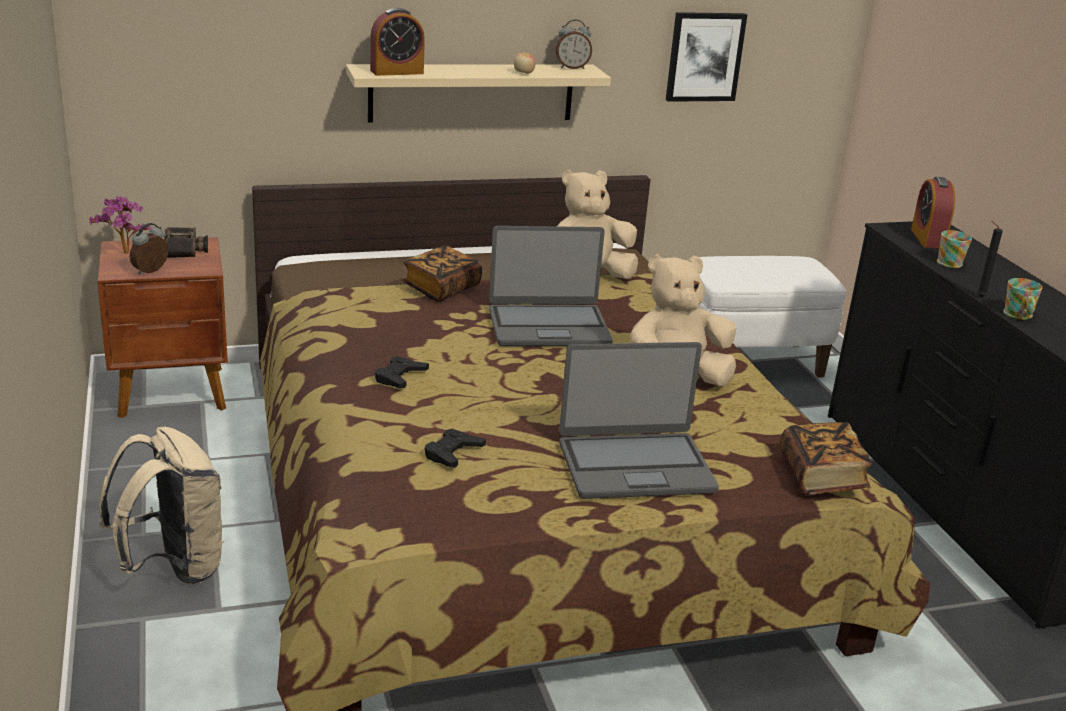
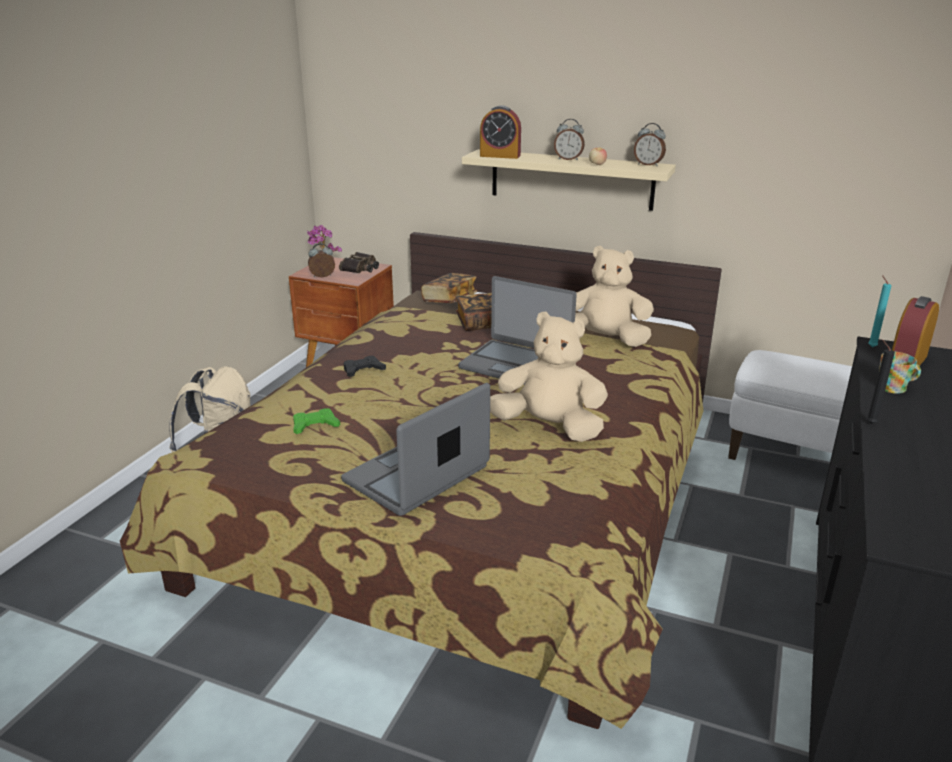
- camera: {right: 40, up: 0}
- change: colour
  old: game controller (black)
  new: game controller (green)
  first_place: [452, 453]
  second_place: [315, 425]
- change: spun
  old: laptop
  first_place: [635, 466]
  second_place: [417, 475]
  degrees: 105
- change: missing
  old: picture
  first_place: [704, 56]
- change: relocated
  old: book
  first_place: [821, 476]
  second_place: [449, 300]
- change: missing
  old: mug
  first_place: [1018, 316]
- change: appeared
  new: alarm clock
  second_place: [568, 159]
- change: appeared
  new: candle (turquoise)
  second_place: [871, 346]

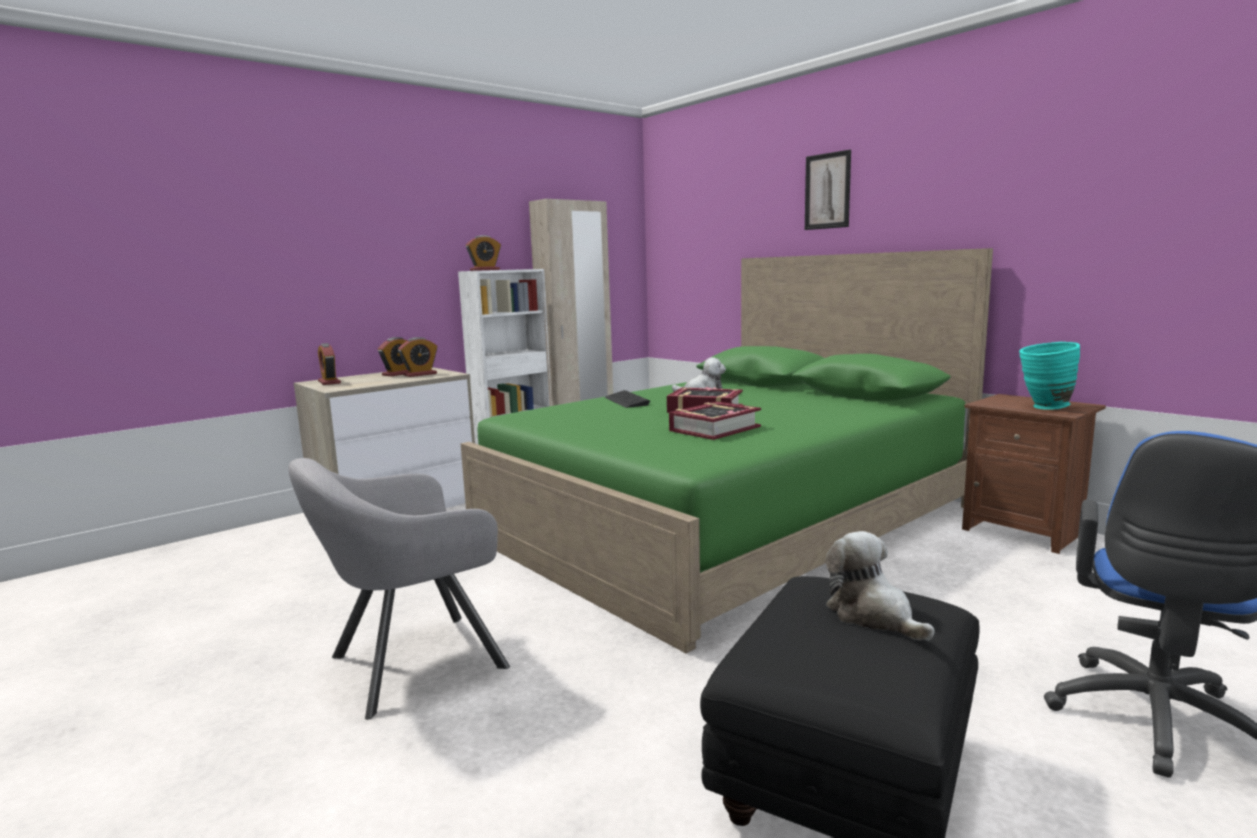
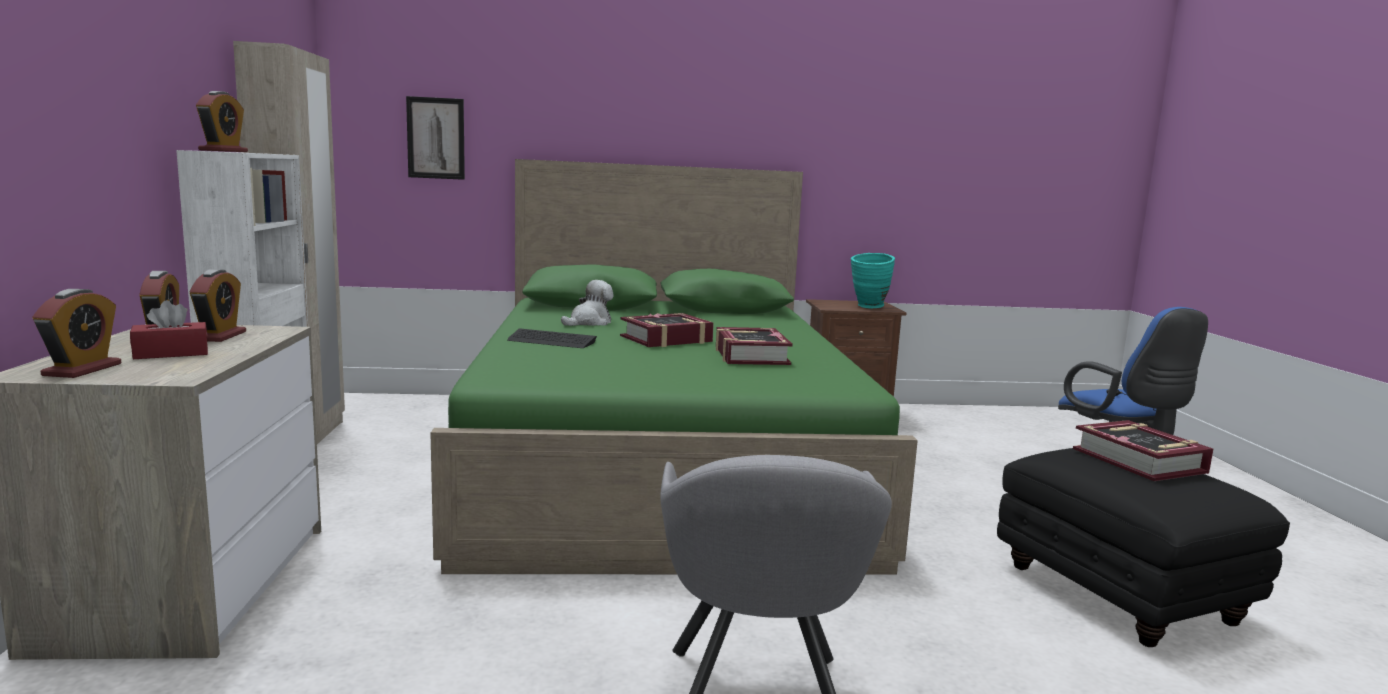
- camera: {right: -55, up: 0}
- change: spun
  old: alarm clock
  first_place: [329, 382]
  second_place: [82, 369]
  degrees: -90
- change: relocated
  old: picture
  first_place: [827, 191]
  second_place: [436, 138]
- change: exchanged
  old: plush toy
  new: book
  first_place: [873, 615]
  second_place: [1139, 461]
- change: appeared
  new: tissue box (red)
  second_place: [171, 353]

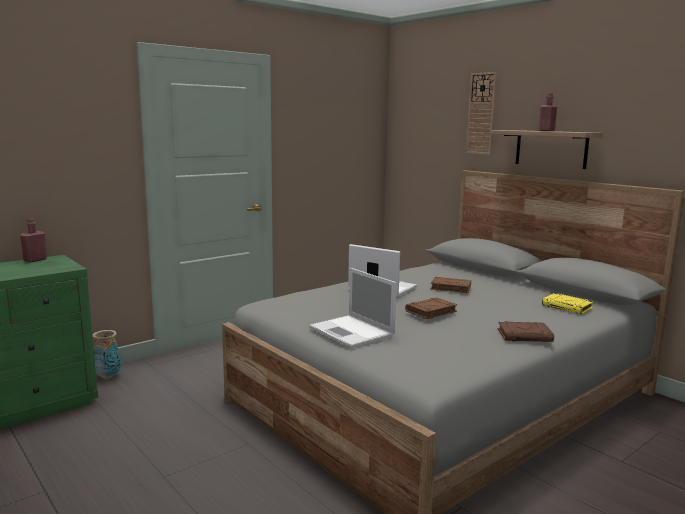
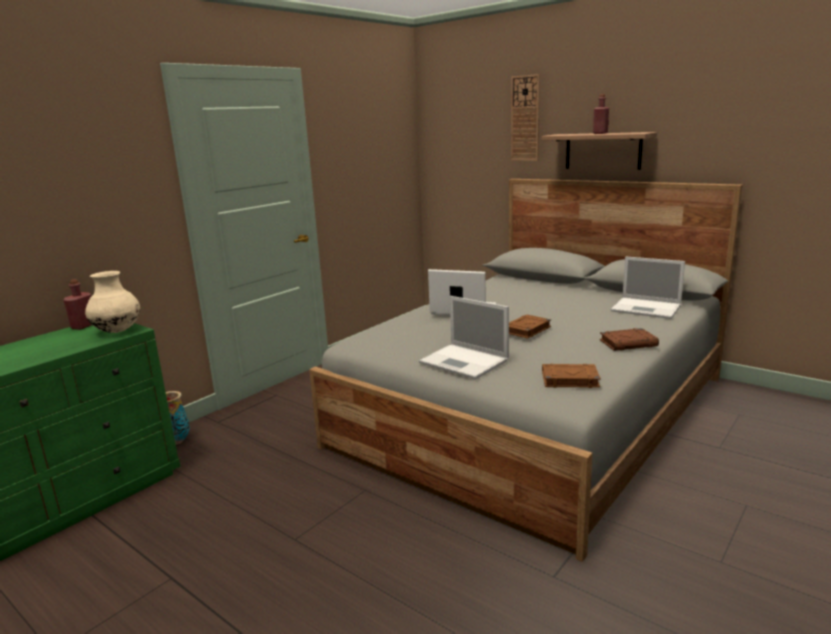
- camera: {right: -10, up: 5}
- change: relocated
  old: book (brown)
  first_place: [450, 288]
  second_place: [569, 380]
- change: exchanged
  old: book (yellow)
  new: laptop
  first_place: [567, 307]
  second_place: [647, 308]
- change: appeared
  new: vase (beige)
  second_place: [118, 331]

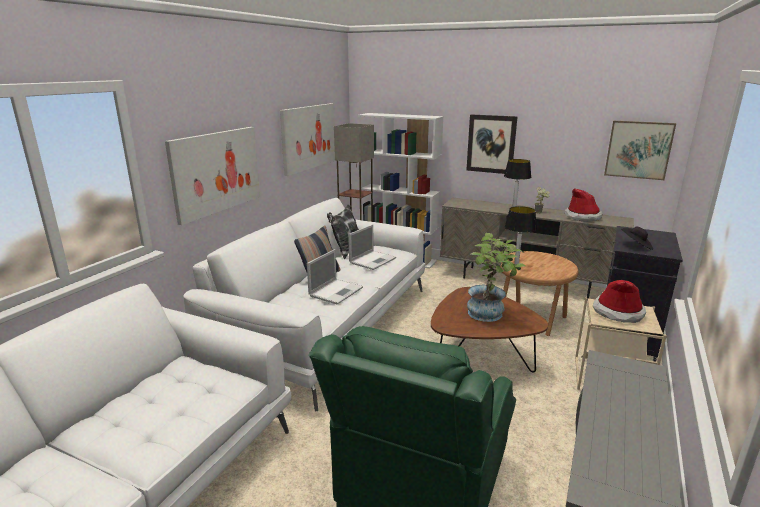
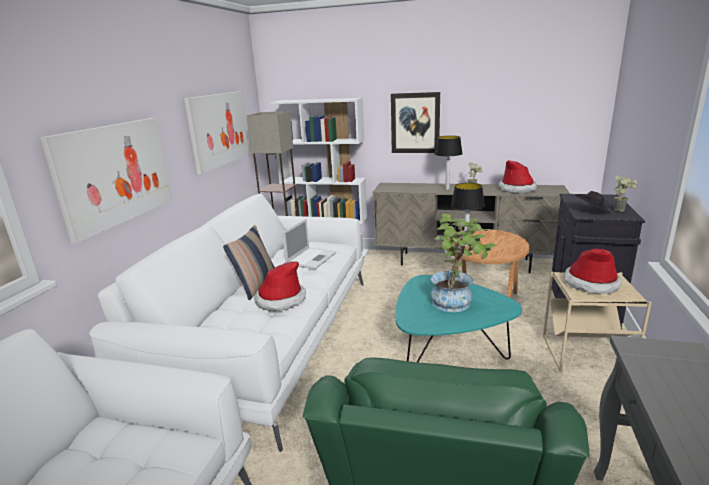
- camera: {right: -10, up: 0}
- change: exchanged
  old: laptop
  new: hat
  first_place: [336, 291]
  second_place: [280, 300]
- change: missing
  old: pillow
  first_place: [346, 251]
- change: colour
  old: coffee table (brown)
  new: coffee table (turquoise)
  first_place: [479, 359]
  second_place: [447, 352]
- change: missing
  old: picture
  first_place: [638, 149]
- change: appeared
  new: potted plant
  second_place: [621, 210]

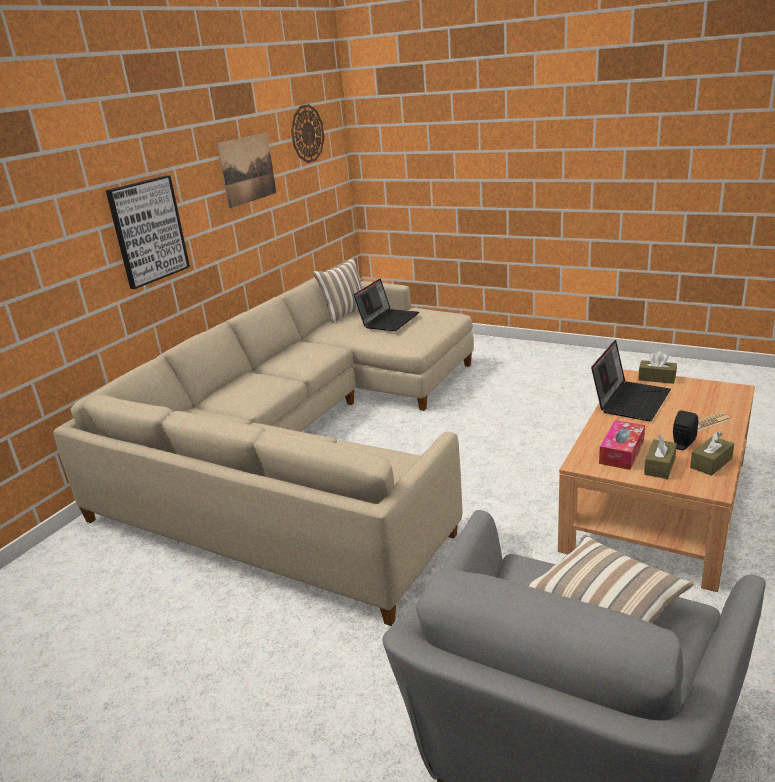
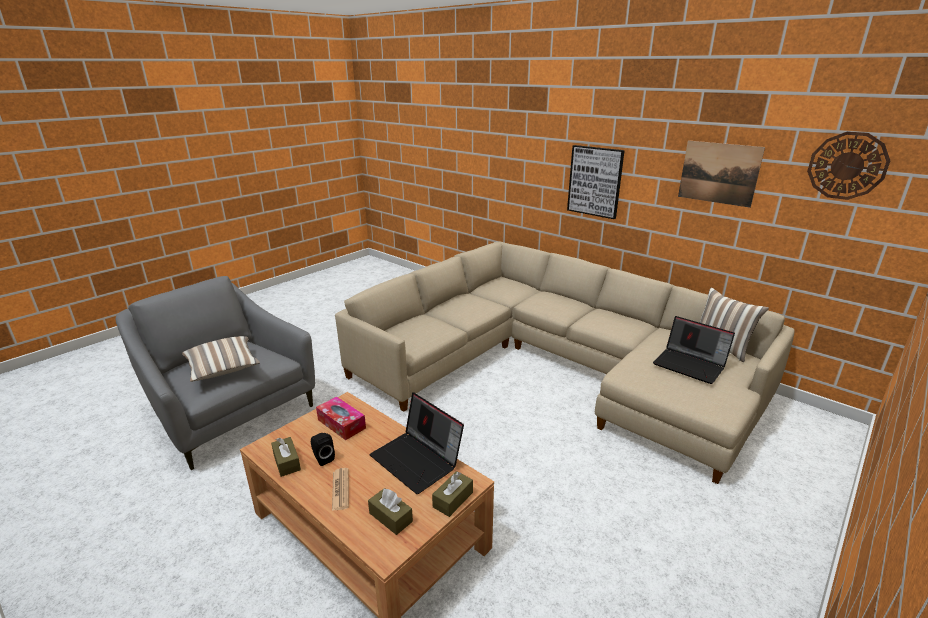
- camera: {right: 100, up: 0}
- change: relocated
  old: tissue box (brown)
  first_place: [659, 466]
  second_place: [390, 517]

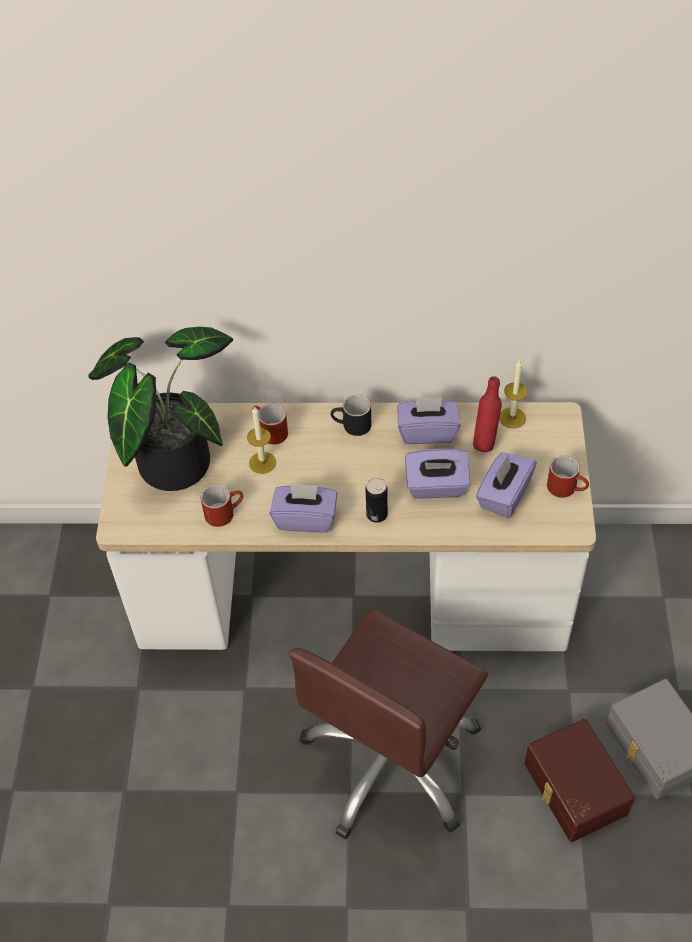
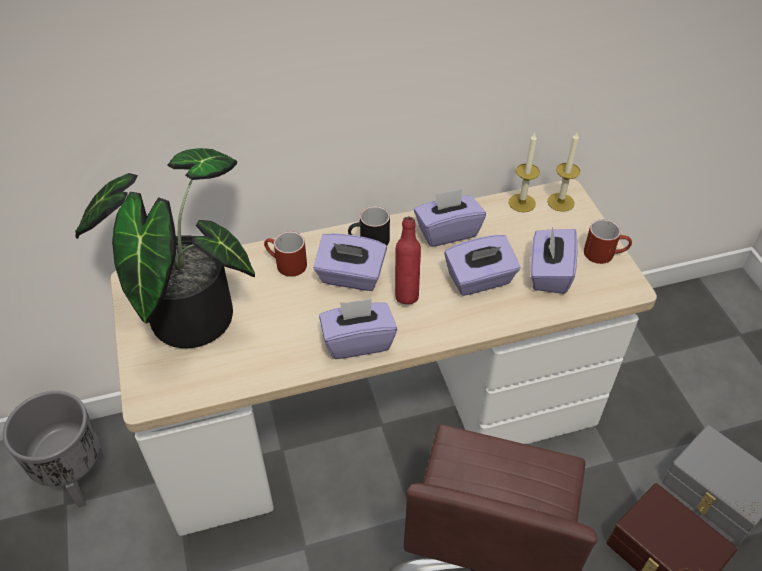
- camera: {right: -20, up: -5}
- change: missing
  old: mug (red)
  first_place: [224, 512]
- change: relocated
  old: candle
  first_place: [262, 462]
  second_place: [560, 202]
- change: missing
  old: can
  first_place: [377, 514]
- change: relocated
  old: bottle (red)
  first_place: [485, 441]
  second_place: [406, 292]
- change: appeared
  new: planter (grey)
  second_place: [76, 478]
- change: appeared
  new: tissue box (purple)
  second_place: [350, 277]

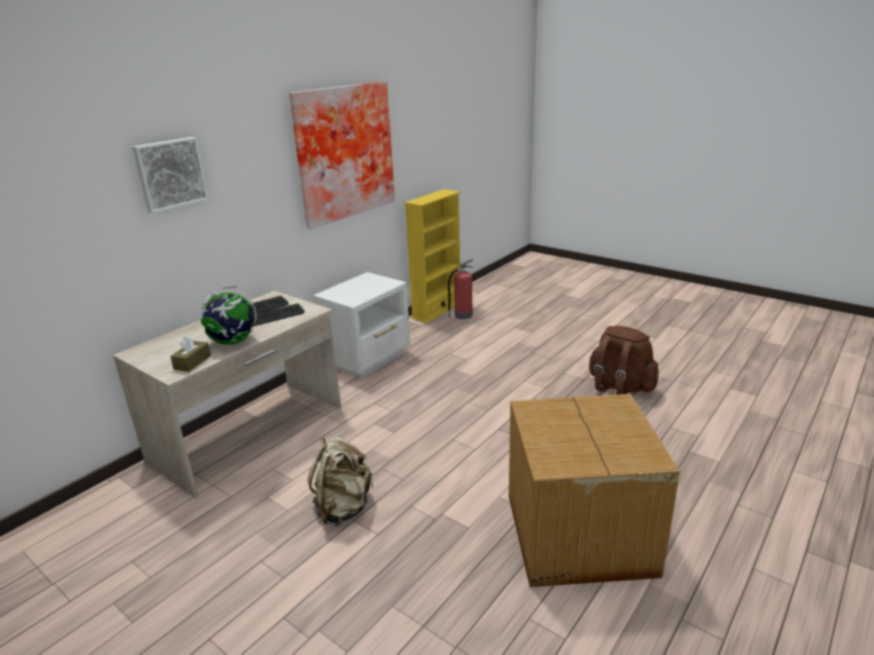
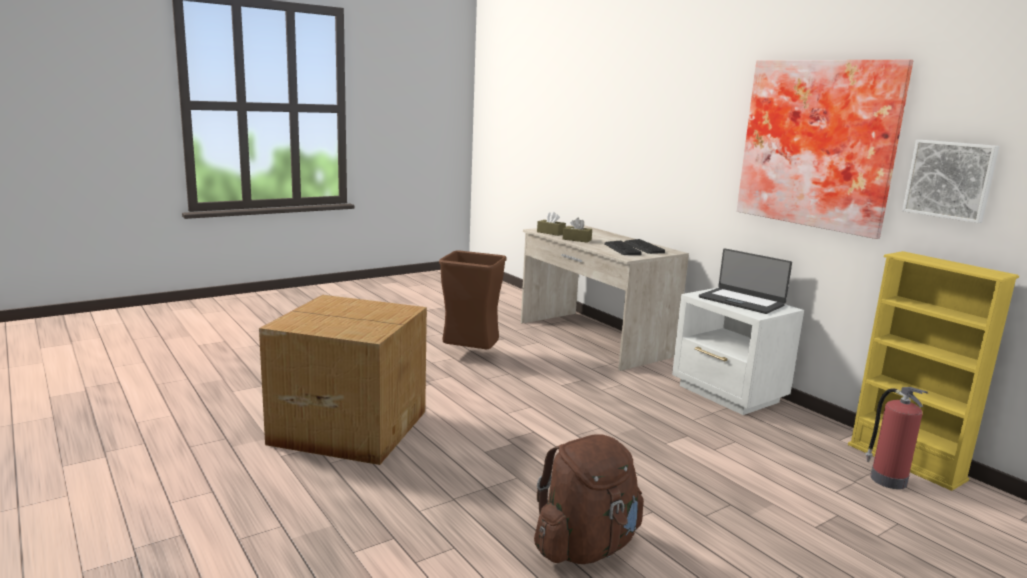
- camera: {right: 105, up: -10}
- change: relocated
  old: picture
  first_place: [170, 174]
  second_place: [950, 180]
- change: exchanged
  old: globe
  new: tissue box (brown)
  first_place: [233, 342]
  second_place: [577, 239]
- change: exchanged
  old: backpack (beige)
  new: trash can (brown)
  first_place: [343, 507]
  second_place: [471, 356]
- change: appeared
  new: laptop
  second_place: [742, 301]

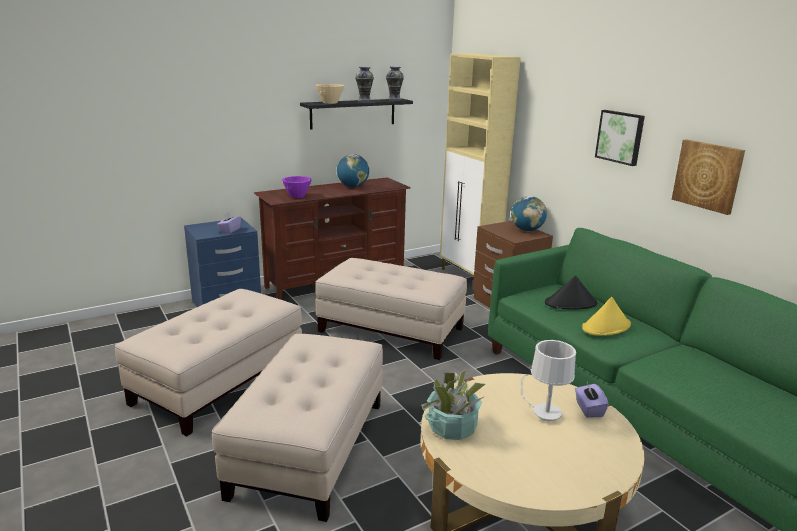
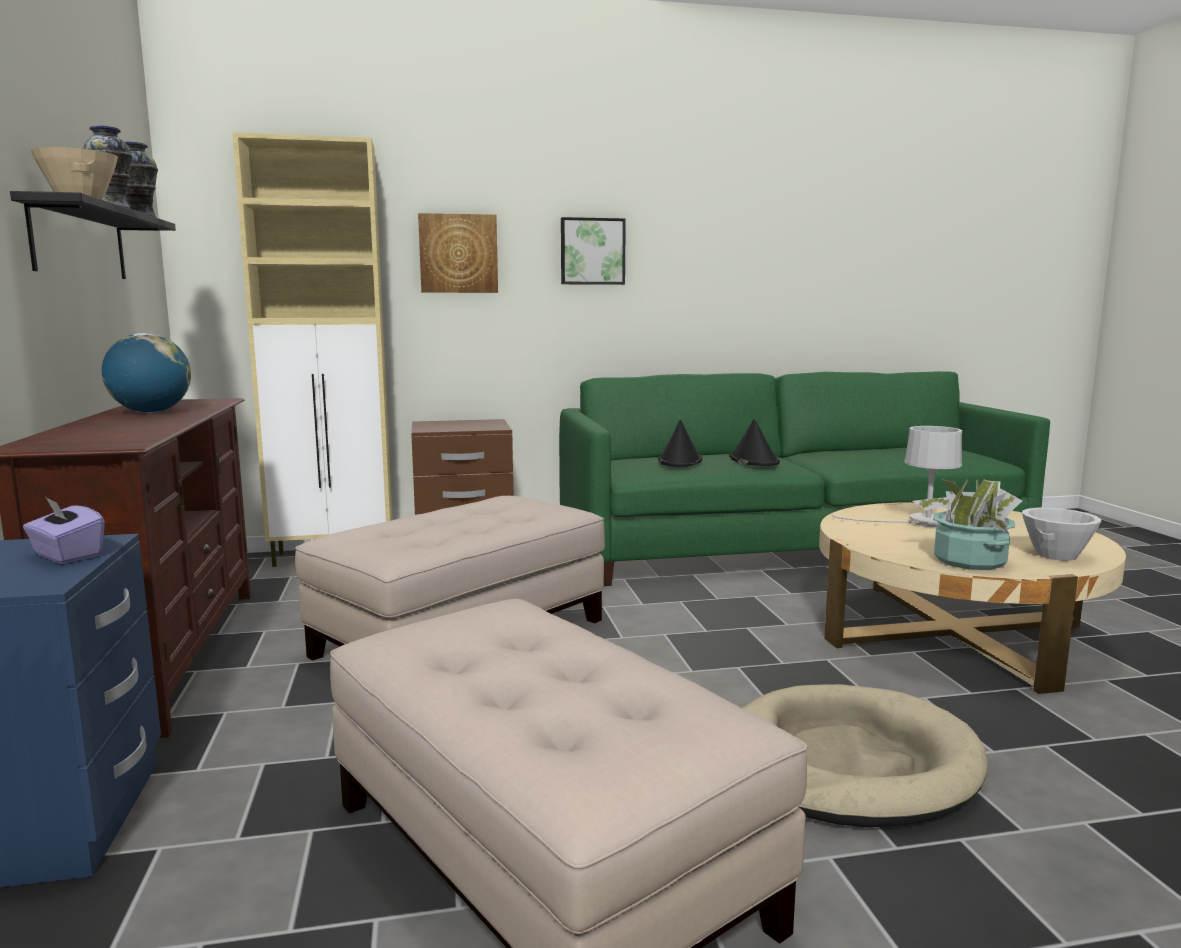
- camera: {right: -70, up: -10}
- change: exchanged
  old: ottoman (beige)
  new: dog bed (beige)
  first_place: [309, 447]
  second_place: [847, 763]
- change: missing
  old: bowl (purple)
  first_place: [297, 196]
- change: missing
  old: globe
  first_place: [527, 230]
- change: missing
  old: tissue box (purple)
  first_place: [588, 409]
- change: colour
  old: hat (yellow)
  new: hat (black)
  first_place: [606, 327]
  second_place: [753, 460]
- change: relocated
  old: picture
  first_place: [708, 175]
  second_place: [458, 253]
- change: appeared
  new: bowl (white)
  second_place: [1055, 555]

